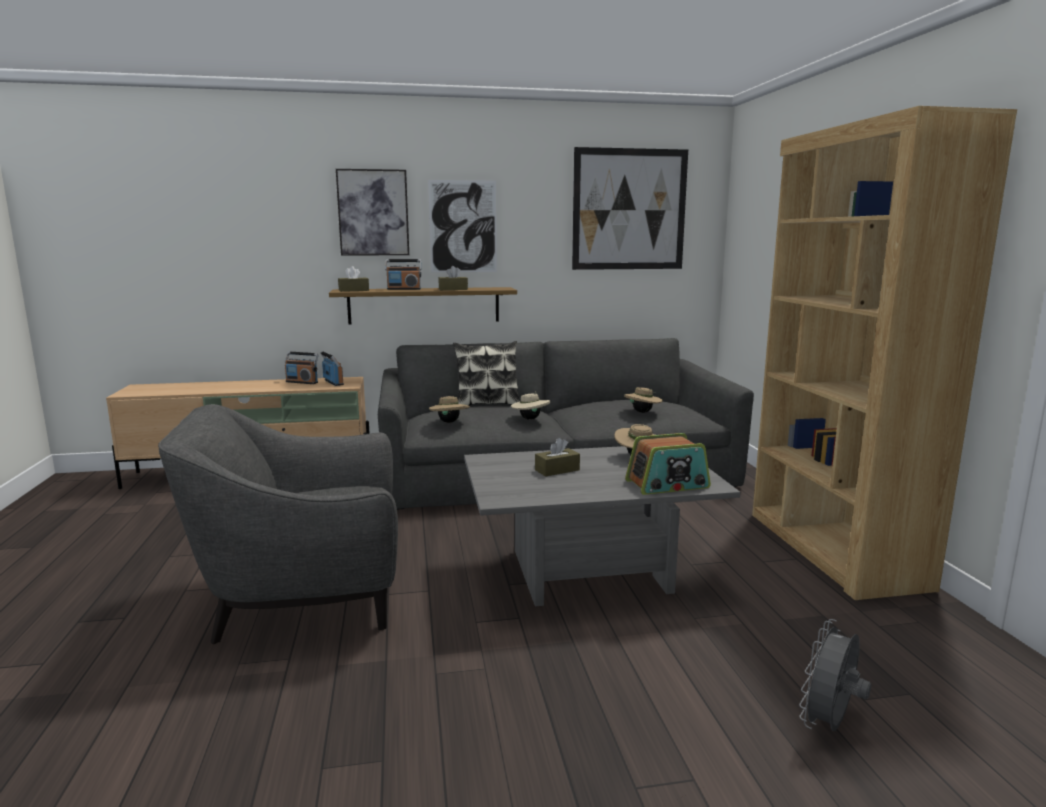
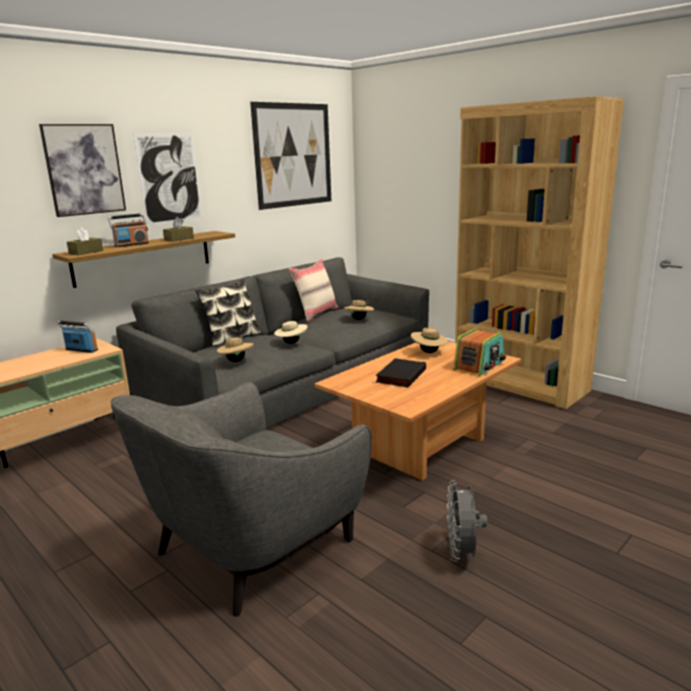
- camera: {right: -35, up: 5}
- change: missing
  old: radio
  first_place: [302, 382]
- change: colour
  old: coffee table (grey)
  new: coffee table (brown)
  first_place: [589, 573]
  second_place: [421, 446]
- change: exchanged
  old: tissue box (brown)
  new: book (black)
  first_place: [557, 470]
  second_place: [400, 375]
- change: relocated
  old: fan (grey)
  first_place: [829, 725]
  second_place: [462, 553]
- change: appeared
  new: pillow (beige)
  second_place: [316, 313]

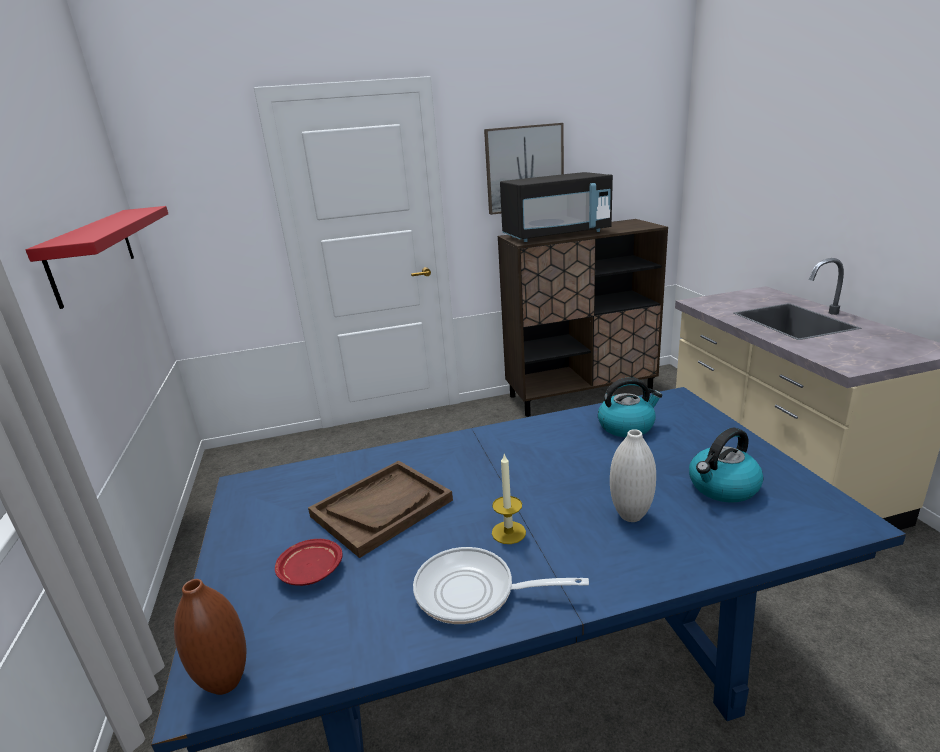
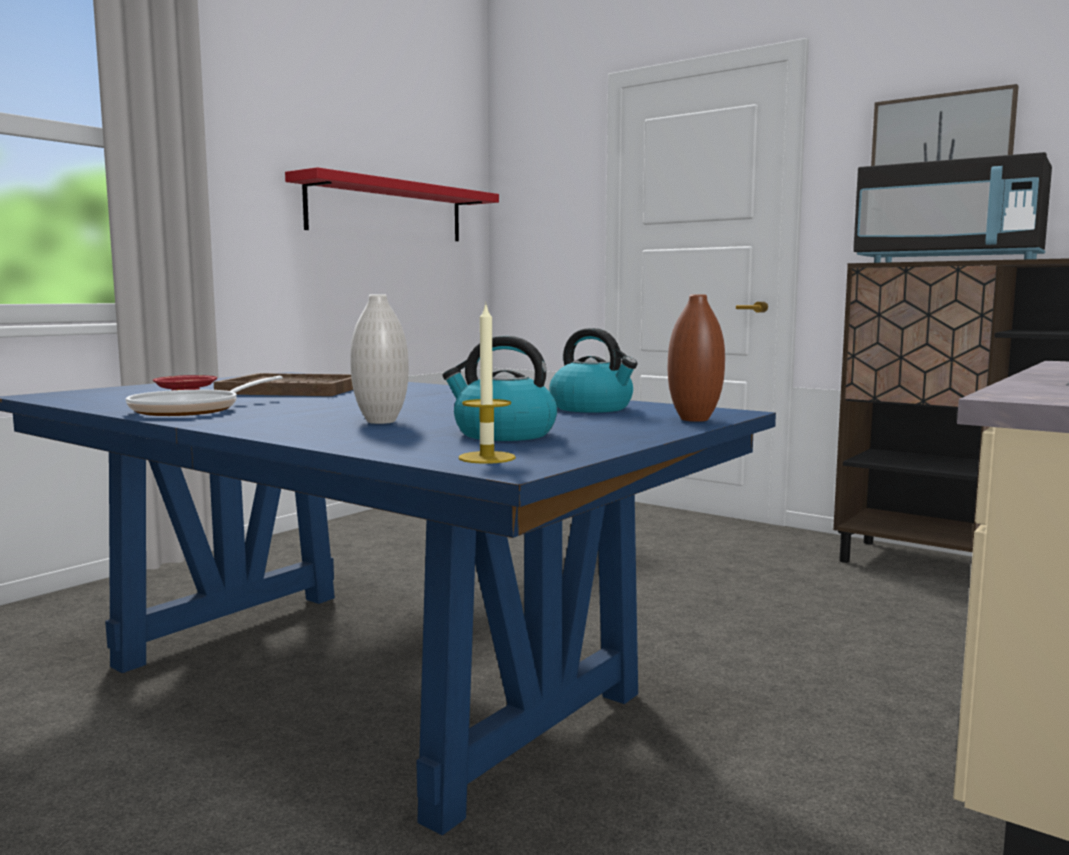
- camera: {right: 50, up: -15}
- change: relocated
  old: vase (brown)
  first_place: [226, 682]
  second_place: [694, 419]
- change: spun
  old: frying pan
  first_place: [474, 593]
  second_place: [193, 410]
  degrees: -120
- change: relocated
  old: candle
  first_place: [508, 532]
  second_place: [487, 458]

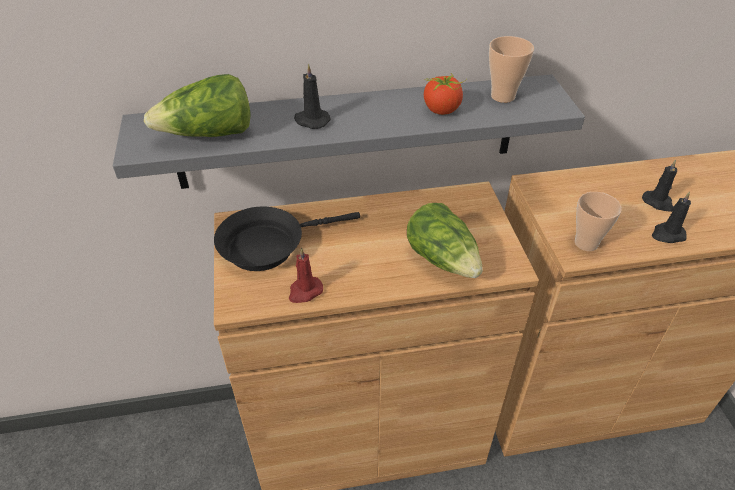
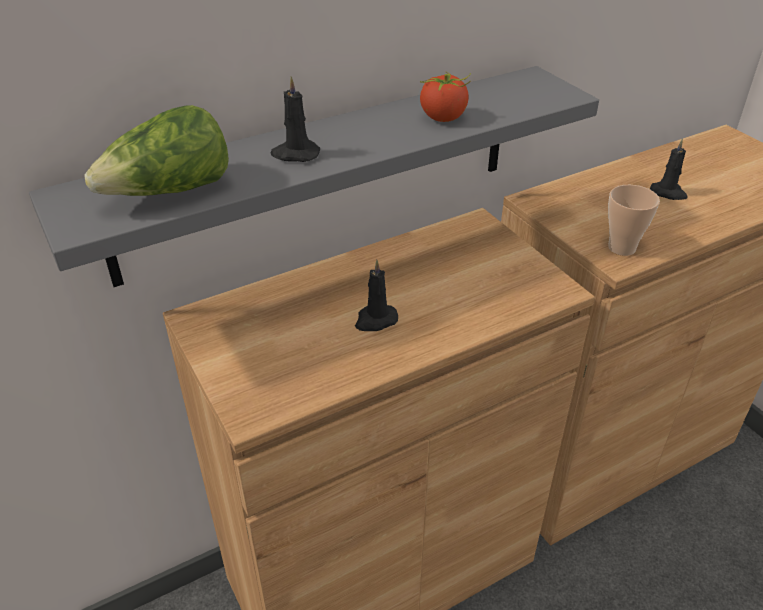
- camera: {right: -20, up: -5}
- change: missing
  old: frying pan (black)
  first_place: [268, 245]
- change: missing
  old: candle (red)
  first_place: [305, 291]
- change: missing
  old: lettuce
  first_place: [443, 259]
- change: missing
  old: cup
  first_place: [503, 96]
- change: relocated
  old: candle (black)
  first_place: [667, 234]
  second_place: [375, 320]

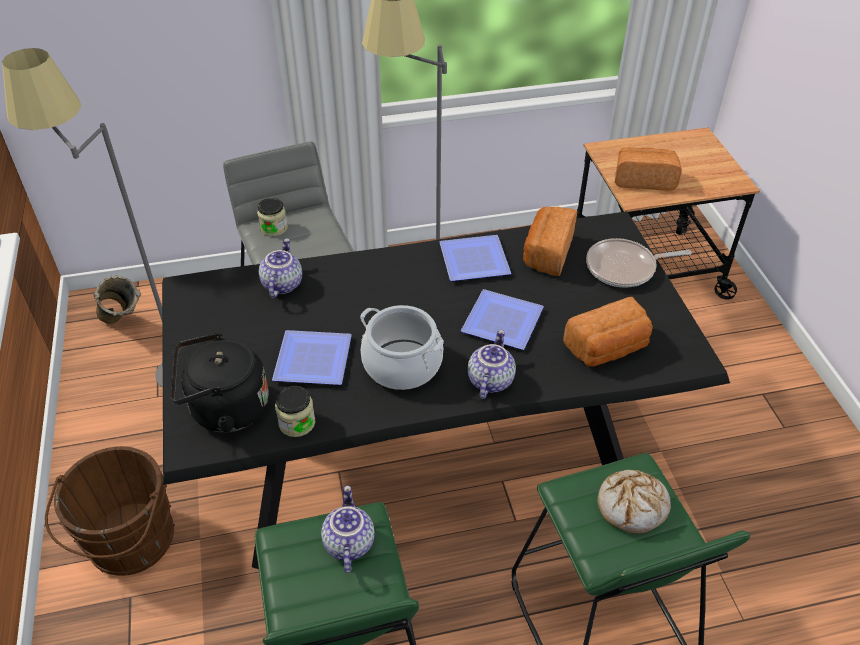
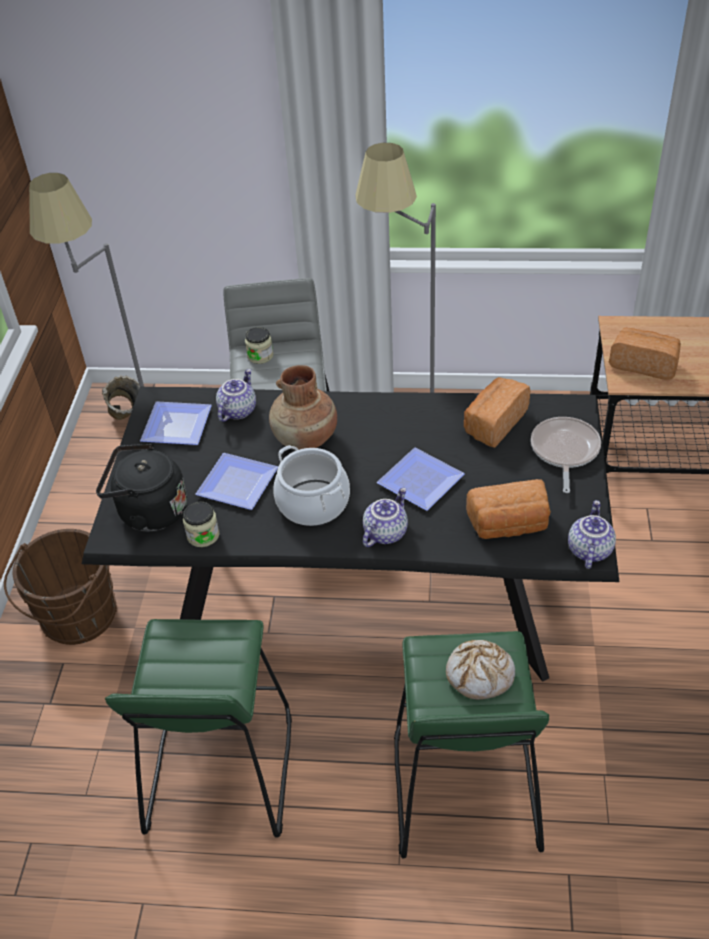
- camera: {right: 20, up: 0}
- change: relocated
  old: teapot
  first_place: [347, 543]
  second_place: [588, 550]
- change: relocated
  old: plate
  first_place: [476, 259]
  second_place: [179, 424]
- change: spun
  old: frying pan
  first_place: [625, 268]
  second_place: [564, 451]
  degrees: 90
- change: appeared
  new: vase (brown)
  second_place: [305, 439]

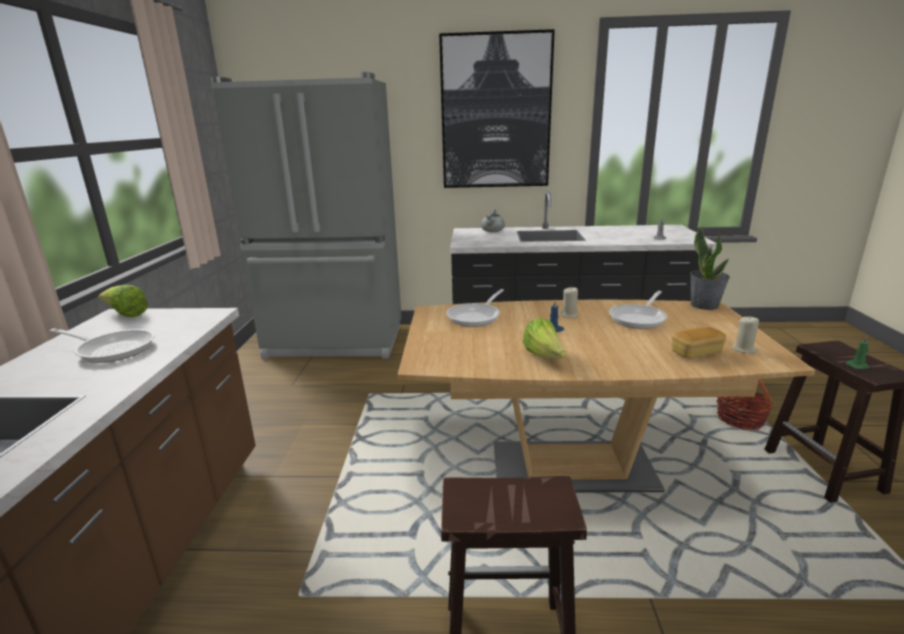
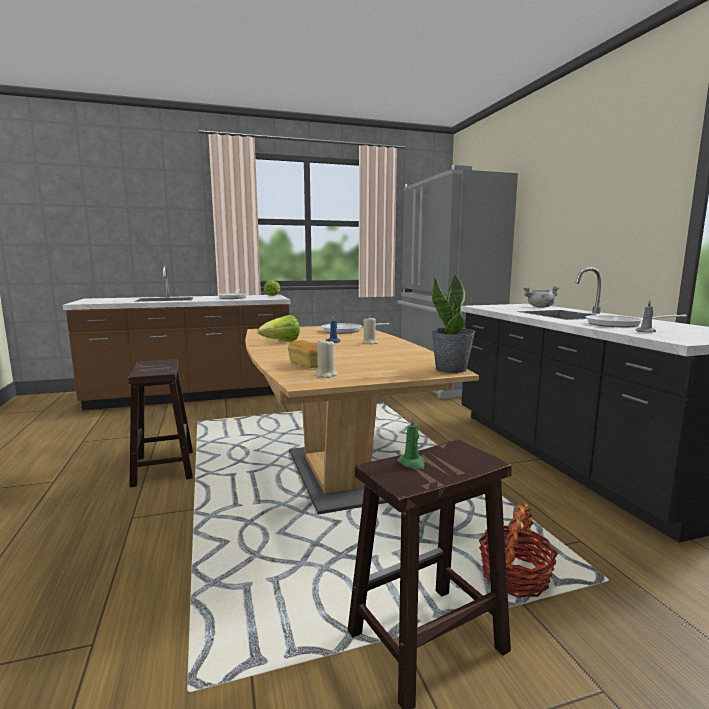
- camera: {right: 70, up: -10}
- change: missing
  old: picture
  first_place: [495, 113]
- change: relocated
  old: frying pan
  first_place: [639, 318]
  second_place: [619, 325]

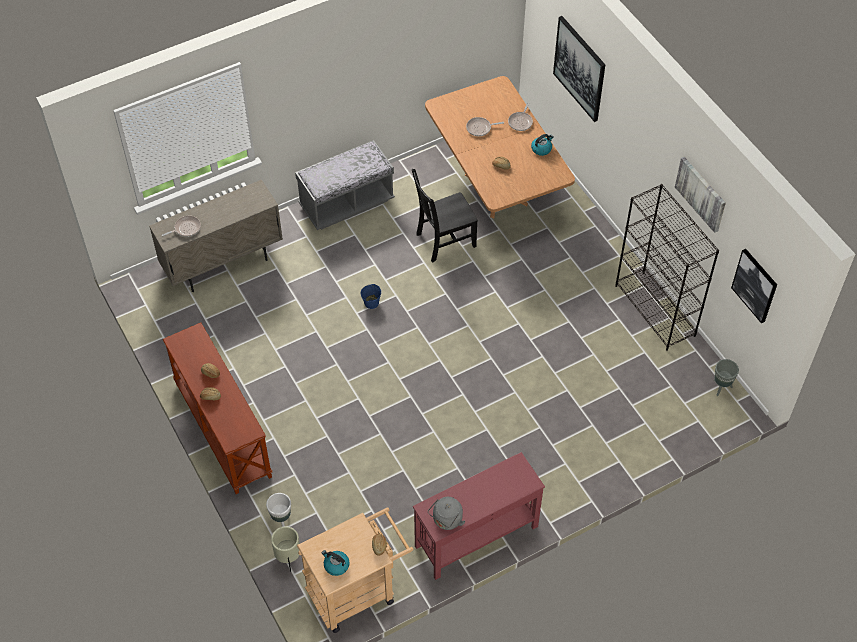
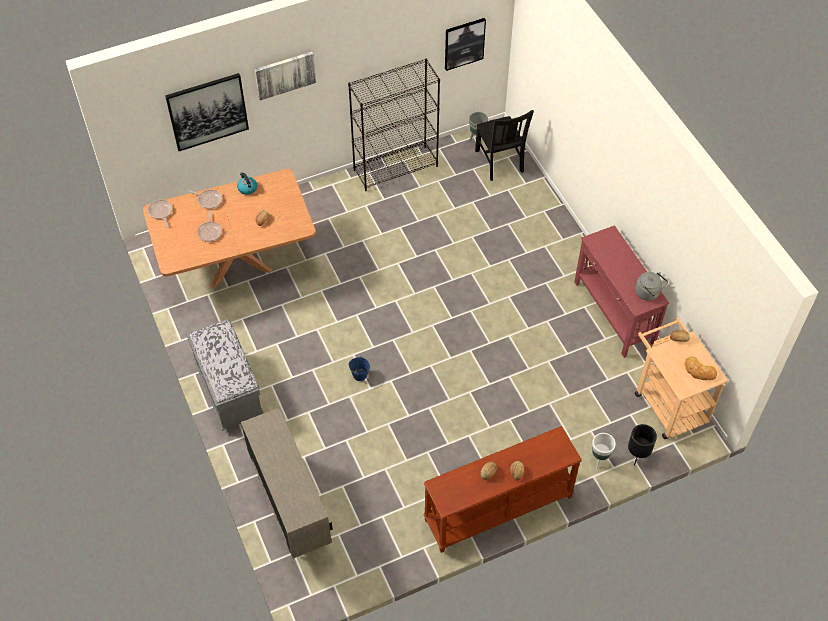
- camera: {right: -85, up: 0}
- change: relocated
  old: frying pan
  first_place: [186, 228]
  second_place: [161, 212]
- change: colour
  old: planter (beige)
  new: planter (black)
  first_place: [288, 558]
  second_place: [637, 455]
- change: exchanged
  old: kettle
  new: bread
  first_place: [336, 565]
  second_place: [699, 371]
- change: relocated
  old: chair (black)
  first_place: [444, 241]
  second_place: [499, 162]
- change: relocated
  old: picture
  first_place: [701, 193]
  second_place: [285, 74]

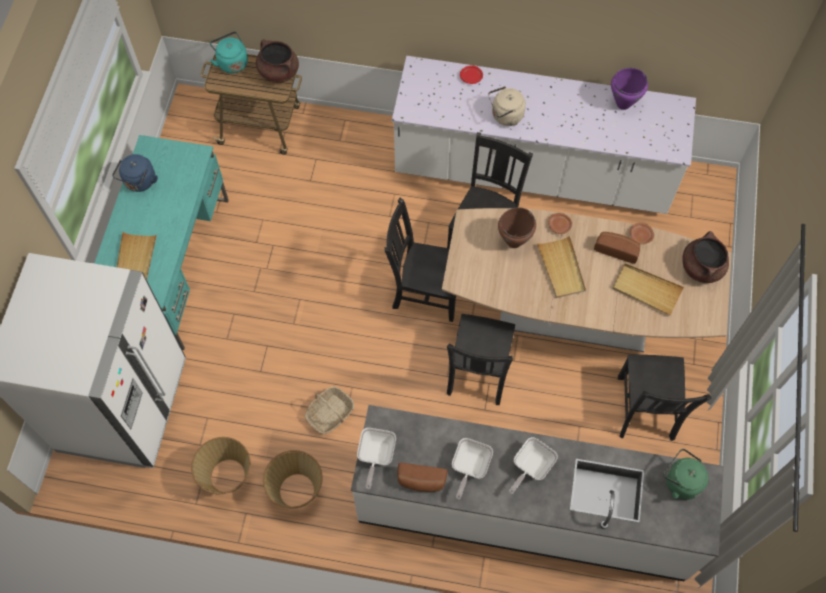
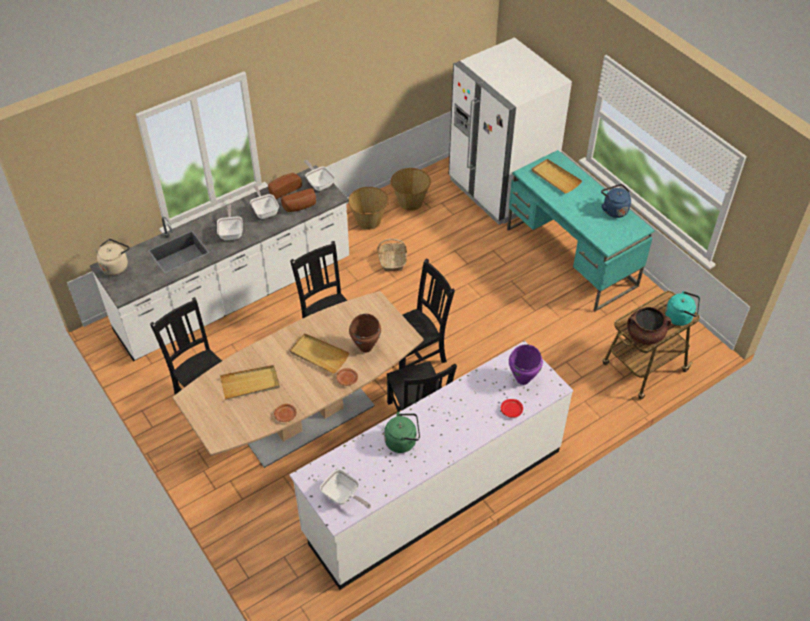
- camera: {right: 135, up: -15}
- change: relocated
  old: kettle (beige)
  first_place: [505, 116]
  second_place: [115, 266]
- change: relocated
  old: bread
  first_place: [616, 249]
  second_place: [300, 207]
- change: relocated
  old: cooking pot (purple)
  first_place: [623, 103]
  second_place: [523, 379]
- change: relocated
  old: kettle (green)
  first_place: [680, 481]
  second_place: [402, 441]
- change: missing
  old: cooking pot (brown)
  first_place: [701, 267]
- change: appeared
  new: frying pan
  second_place: [343, 496]

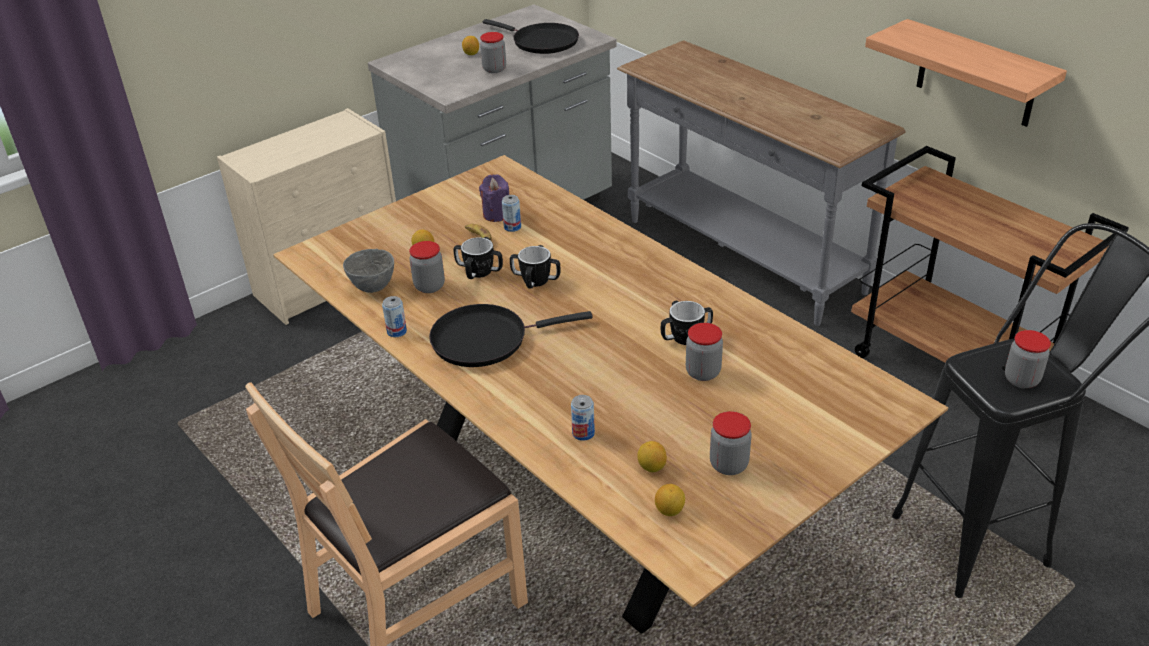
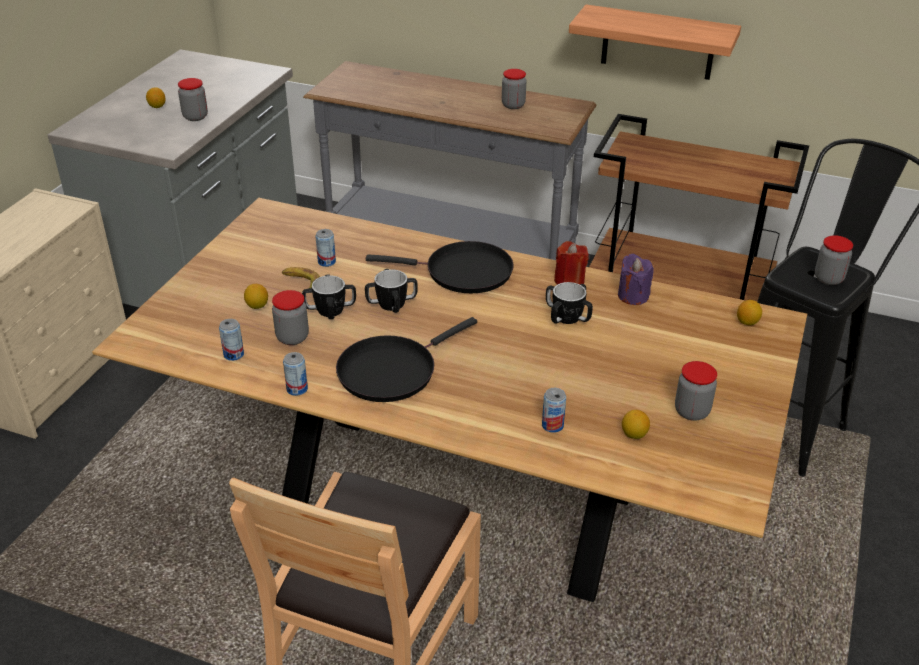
- camera: {right: -30, up: 0}
- change: exchanged
  old: bowl (grey)
  new: can
  first_place: [372, 287]
  second_place: [233, 355]
- change: relocated
  old: candle (purple)
  first_place: [497, 214]
  second_place: [633, 296]
- change: relocated
  old: frying pan (black)
  first_place: [541, 42]
  second_place: [463, 272]
- change: relocated
  old: lemon
  first_place: [669, 510]
  second_place: [747, 322]
- change: relocated
  old: jar
  first_place: [703, 372]
  second_place: [513, 105]
- change: appeared
  new: candle (red)
  second_place: [569, 281]

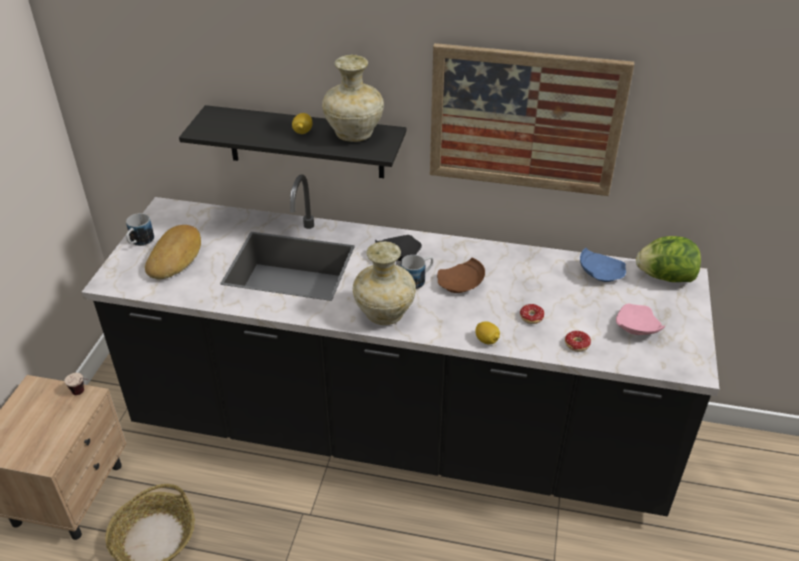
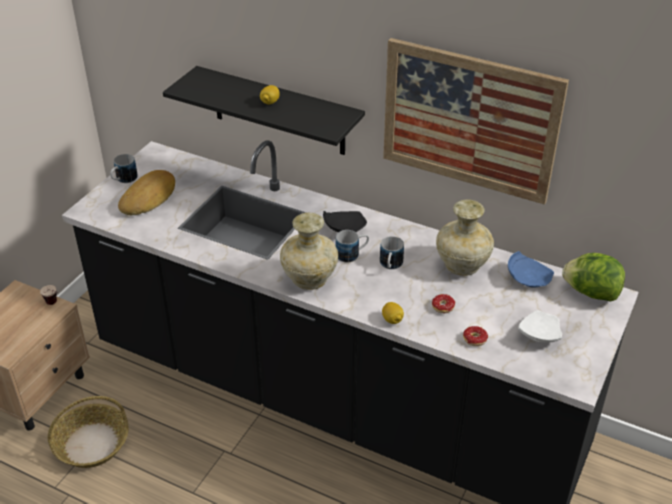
- camera: {right: 15, up: 0}
- change: relocated
  old: vase (beige)
  first_place: [354, 135]
  second_place: [462, 267]
- change: exchanged
  old: plate (brown)
  new: mug
  first_place: [461, 285]
  second_place: [390, 265]
- change: colour
  old: plate (pink)
  new: plate (white)
  first_place: [635, 328]
  second_place: [538, 335]

